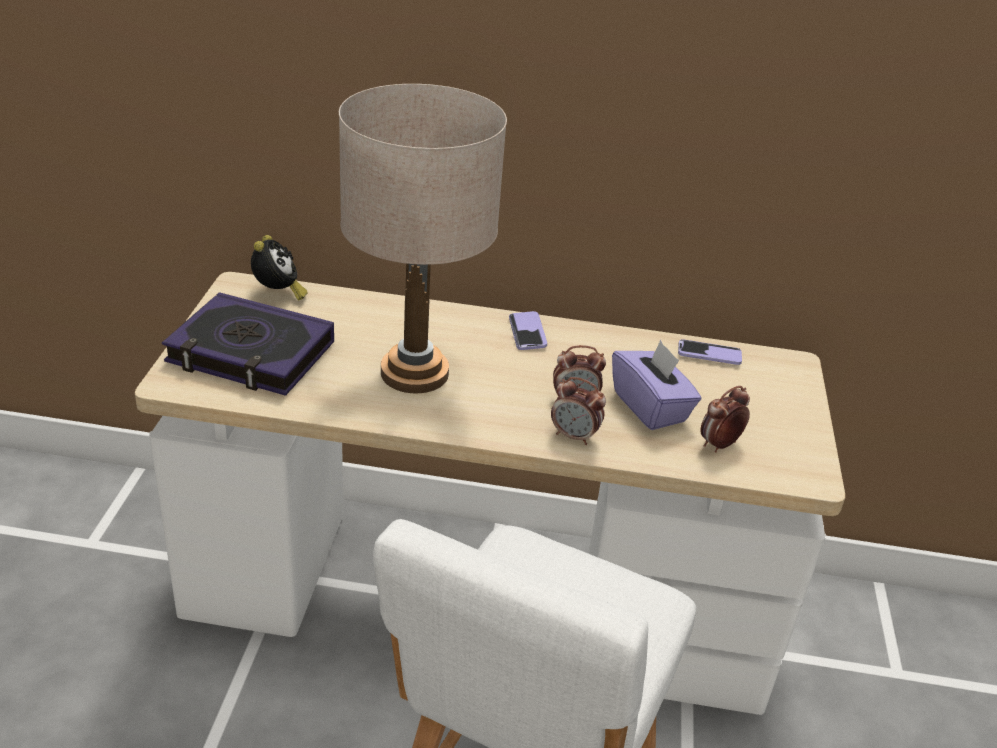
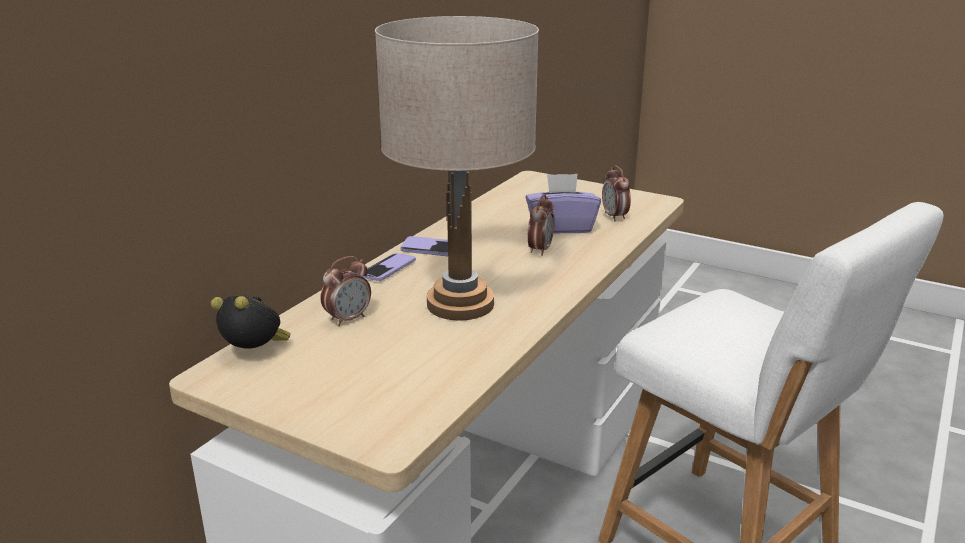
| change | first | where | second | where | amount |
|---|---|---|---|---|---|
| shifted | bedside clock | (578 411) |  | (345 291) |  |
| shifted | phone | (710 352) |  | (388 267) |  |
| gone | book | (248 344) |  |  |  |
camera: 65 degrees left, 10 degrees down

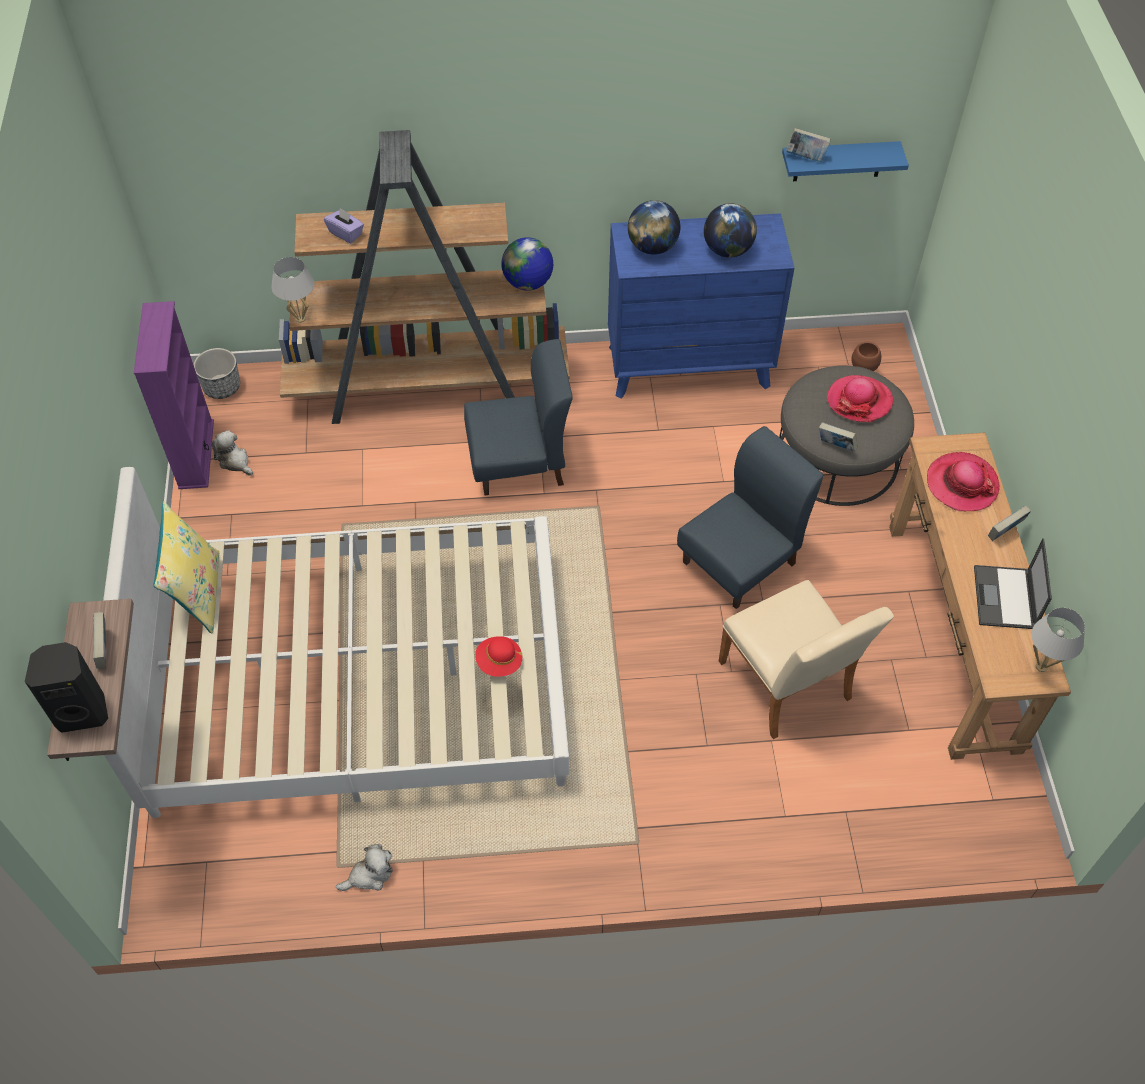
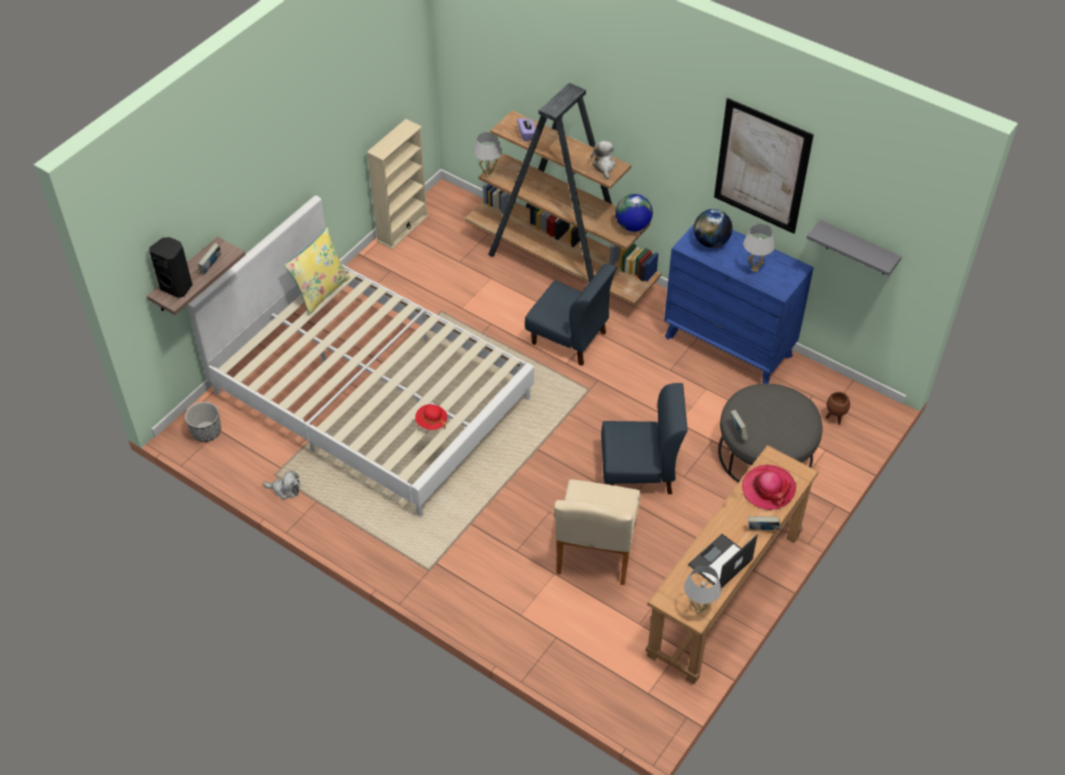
| change | first | where | second | where | amount |
|---|---|---|---|---|---|
| shifted | planter | (216 373) |  | (203 422) |  |
| repainted | purple bookcase | (174 395) | beige bookcase | (398 184) |  |
| shifted | cuddly toy | (232 453) |  | (603 160) |  |
| new |  |  | wall art | (764 166) |  |
| swapped | world globe | (730 230) | white table lamp | (759 248) |  |
| repainted | blue-coloured bracket shelf | (845 161) | grey bracket shelf | (854 248) |  |
| gone | book | (808 145) |  |  |  |
| gone | wearable hat | (860 398) |  |  |  |
camera: 40 degrees right, 5 degrees down

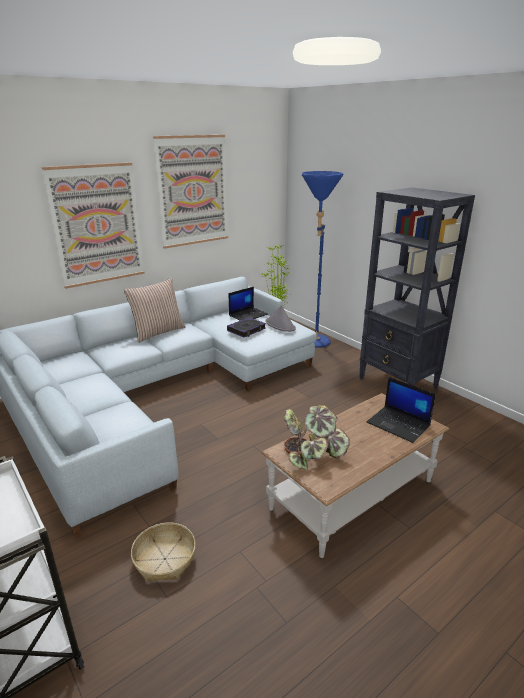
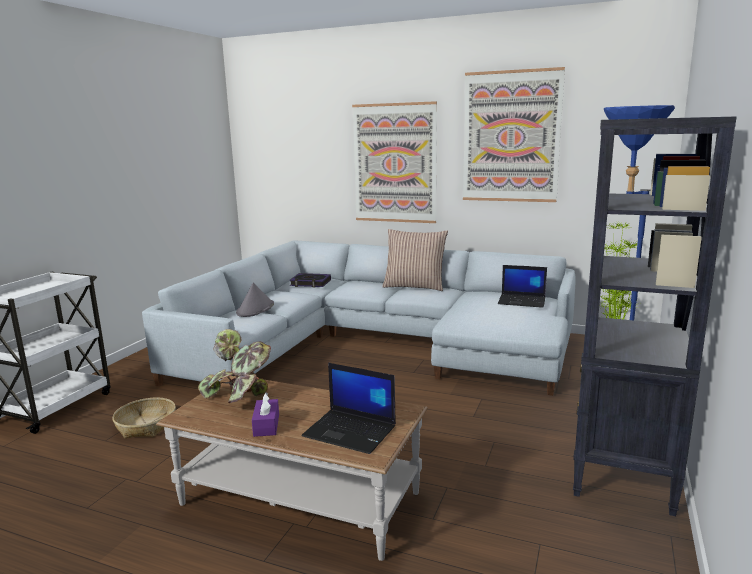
| change | first | where | second | where | amount |
|---|---|---|---|---|---|
| shifted | grey wearable hat | (281 318) |  | (255 300) |  |
| new |  |  | purple box of tissues | (265 414) |  |
| shifted | book | (246 327) |  | (310 280) |  |
| rotated | laptop | (401 410) |  | (349 408) | 75 degrees counterclockwise |
camera: 60 degrees right, 10 degrees down

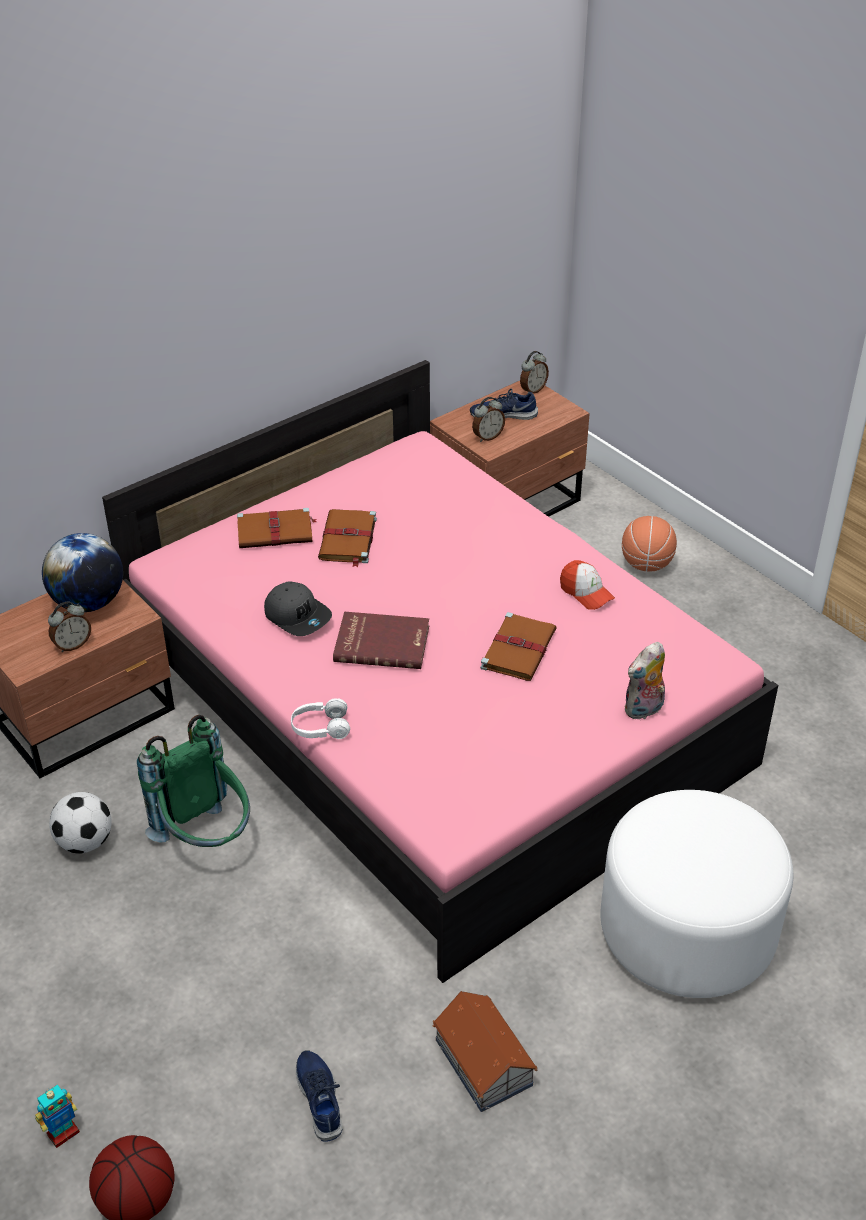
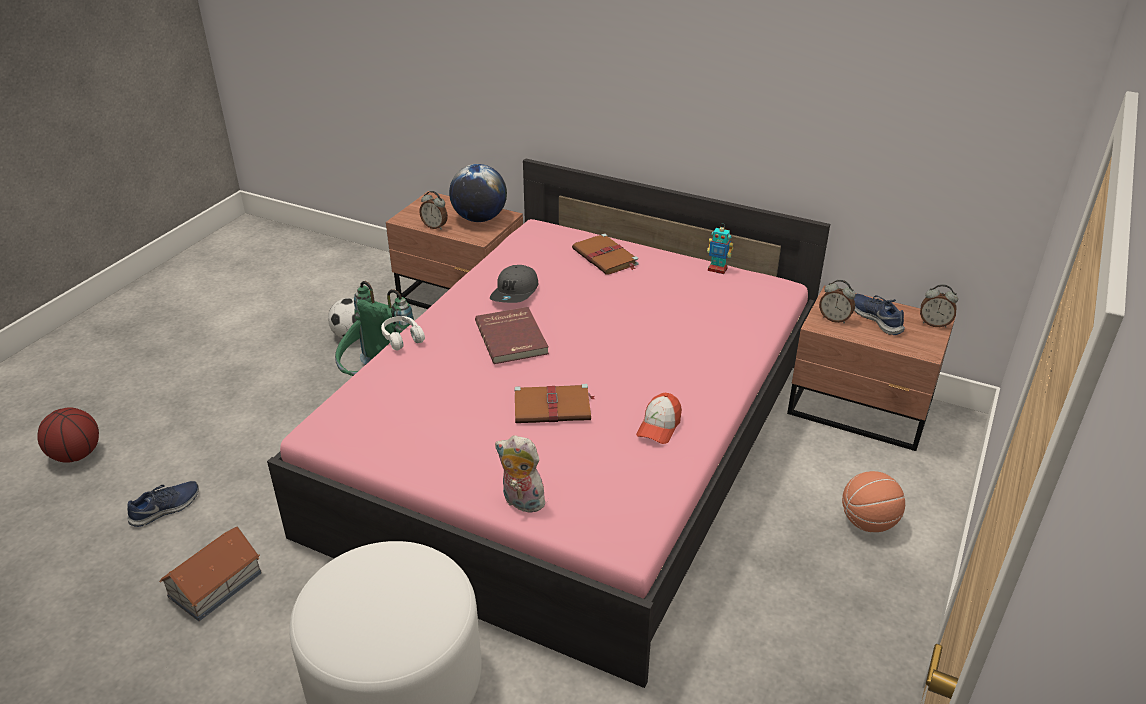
| change | first | where | second | where | amount |
|---|---|---|---|---|---|
| shifted | toy robot | (57 1116) |  | (720 249) |  |
| gone | brownish book | (347 538) |  |  |  |
camera: 65 degrees right, 5 degrees down

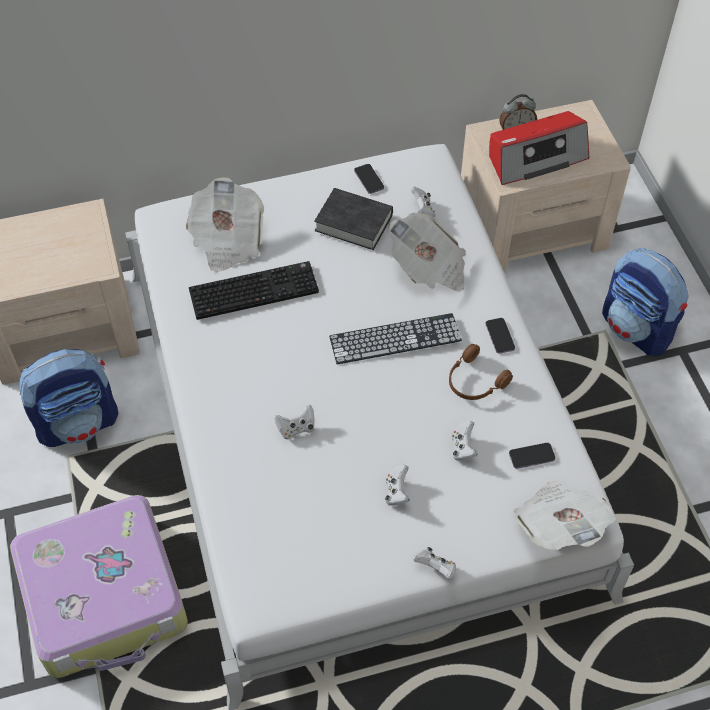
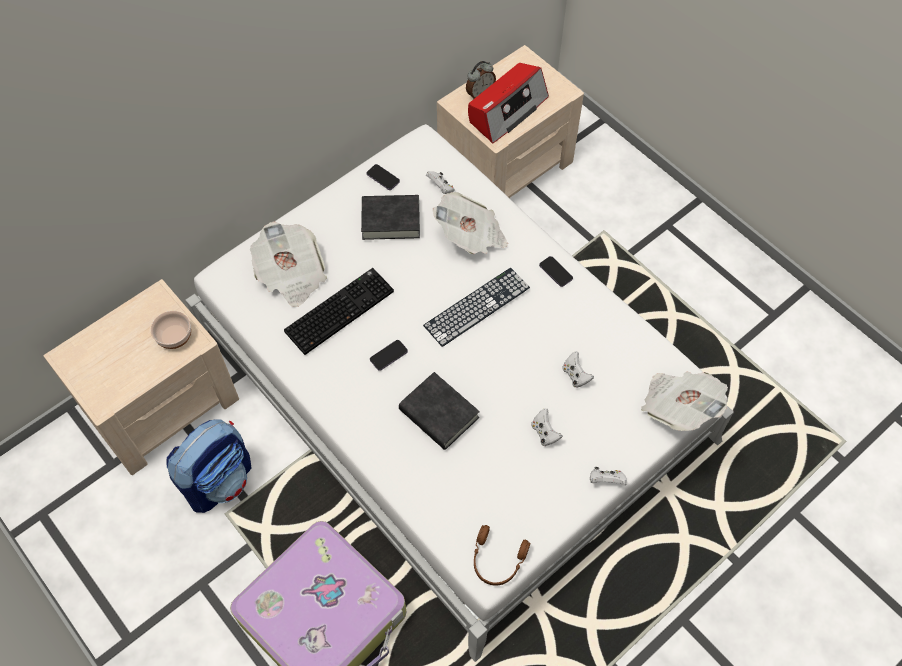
| change | first | where | second | where | amount |
|---|---|---|---|---|---|
| new |  |  | deep dish | (171 330) |  |
| shifted | phone | (532 456) |  | (389 355) |  |
| swapped | white joypad | (294 422) | black-coloured book | (439 411) |  |
| shifted | brownish headset | (481 372) |  | (502 555) |  |
| gone | backpack | (645 302) |  |  |  |
camera: 25 degrees left, 5 degrees up

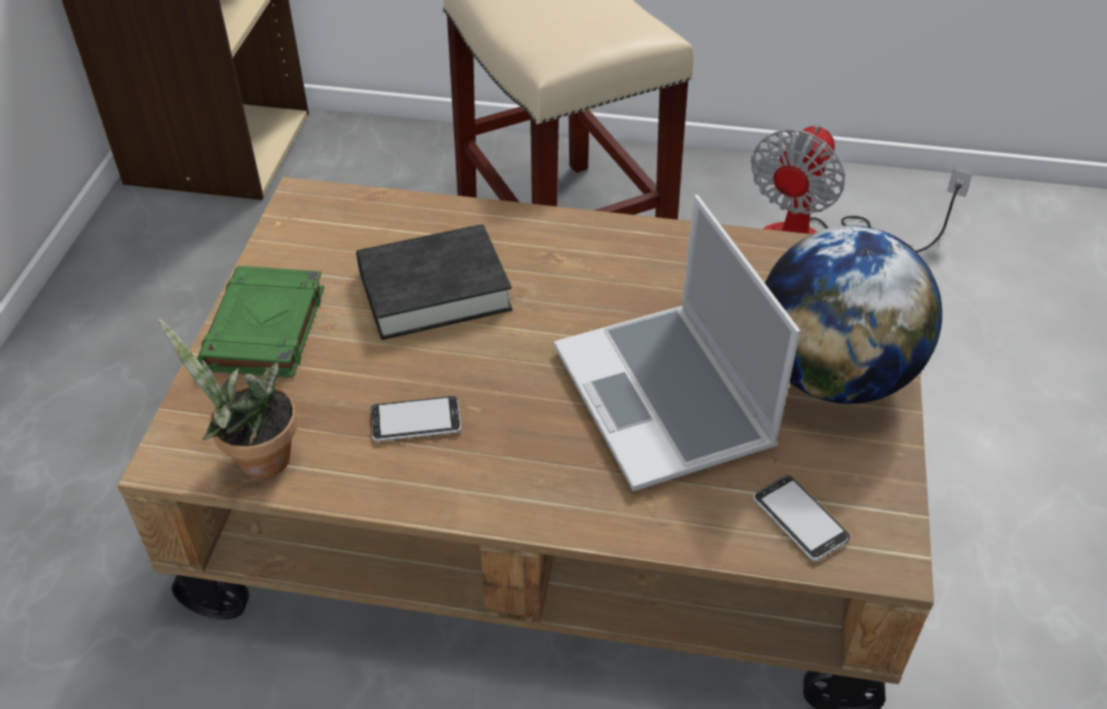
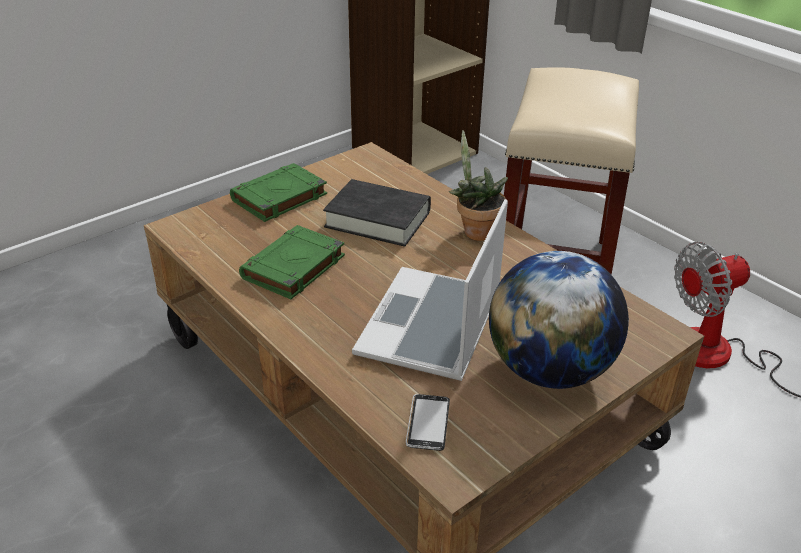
| change | first | where | second | where | amount |
|---|---|---|---|---|---|
| swapped | phone | (416 419) | green book | (292 262) |  |
| shifted | potted plant | (228 399) |  | (478 185) |  |
camera: 40 degrees right, 10 degrees down

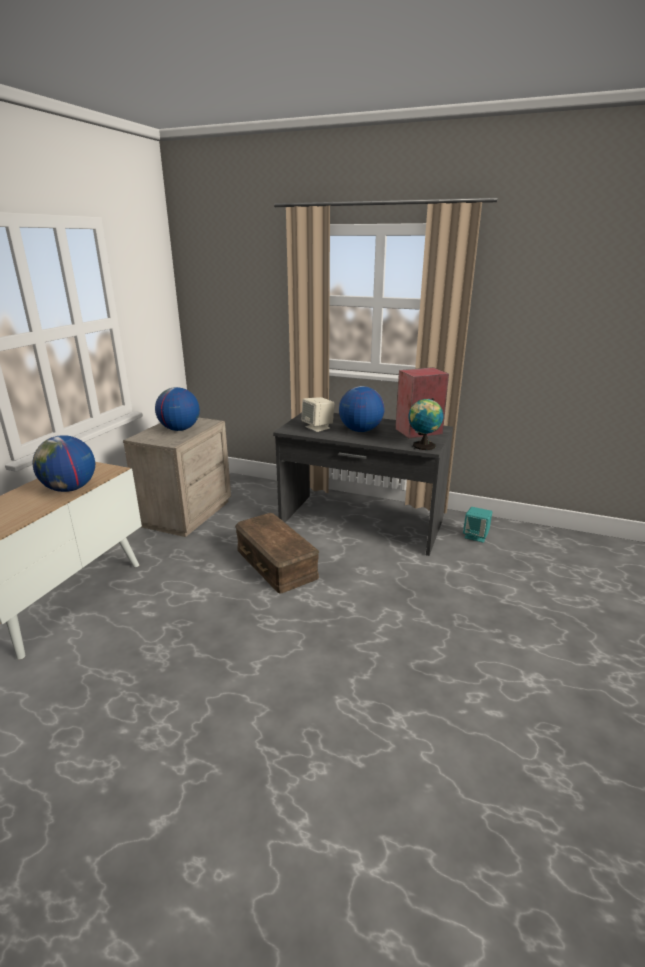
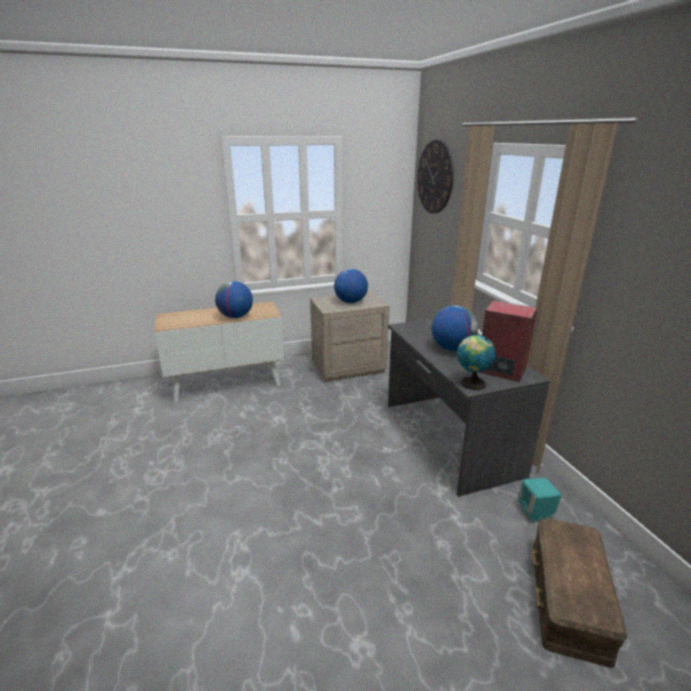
| change | first | where | second | where | amount |
|---|---|---|---|---|---|
| new |  |  | clock on the wall | (435 177) |  |
| shifted | brownish storage box | (277 553) |  | (579 593) |  |
| gone | beige speaker | (317 414) |  |  |  |
camera: 50 degrees right, 0 degrees up

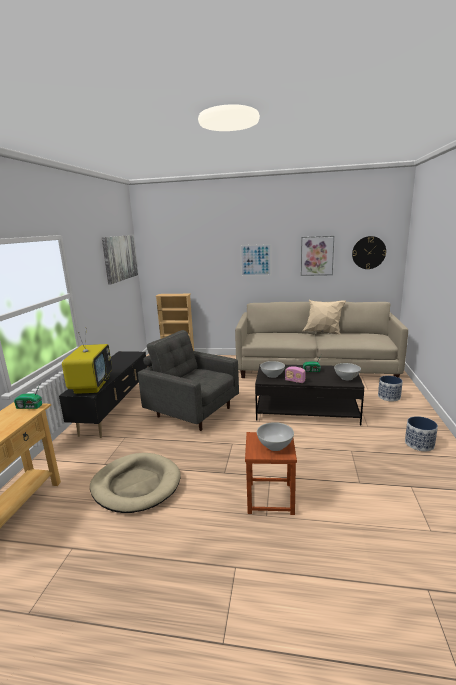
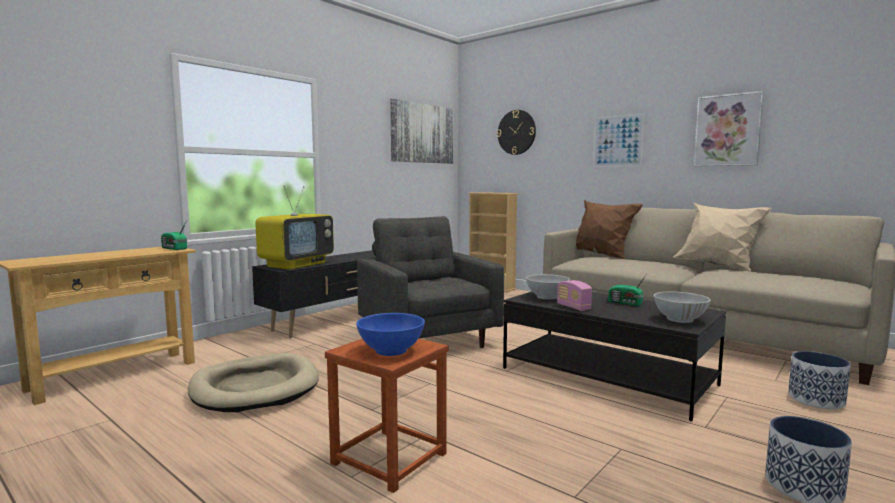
| change | first | where | second | where | amount |
|---|---|---|---|---|---|
| repainted | white deep dish | (275 436) | blue-coloured deep dish | (390 334) |  |
| shifted | clock on the wall | (369 252) |  | (516 132) |  |
| new |  |  | brownish cushion | (609 229) |  |
camera: 30 degrees right, 10 degrees down

